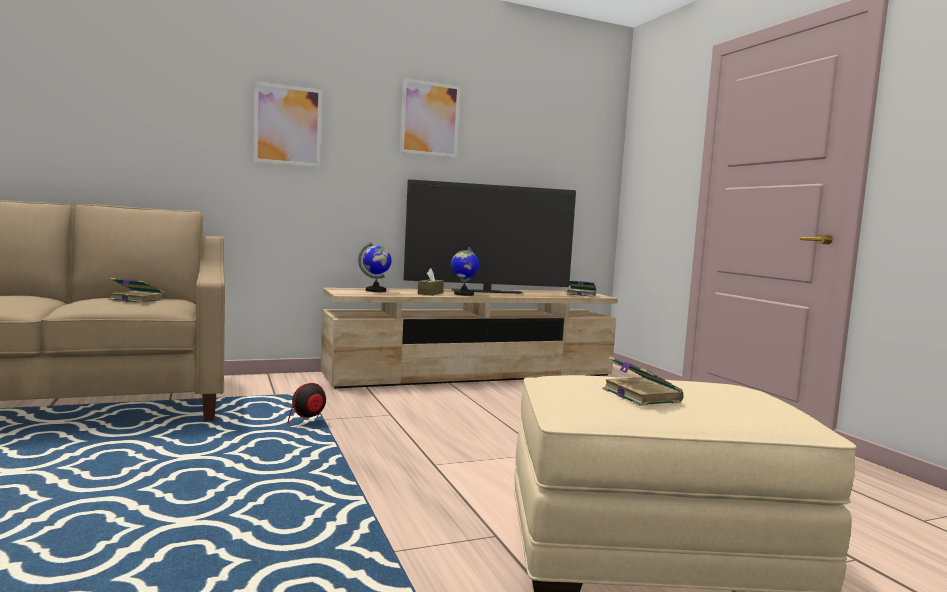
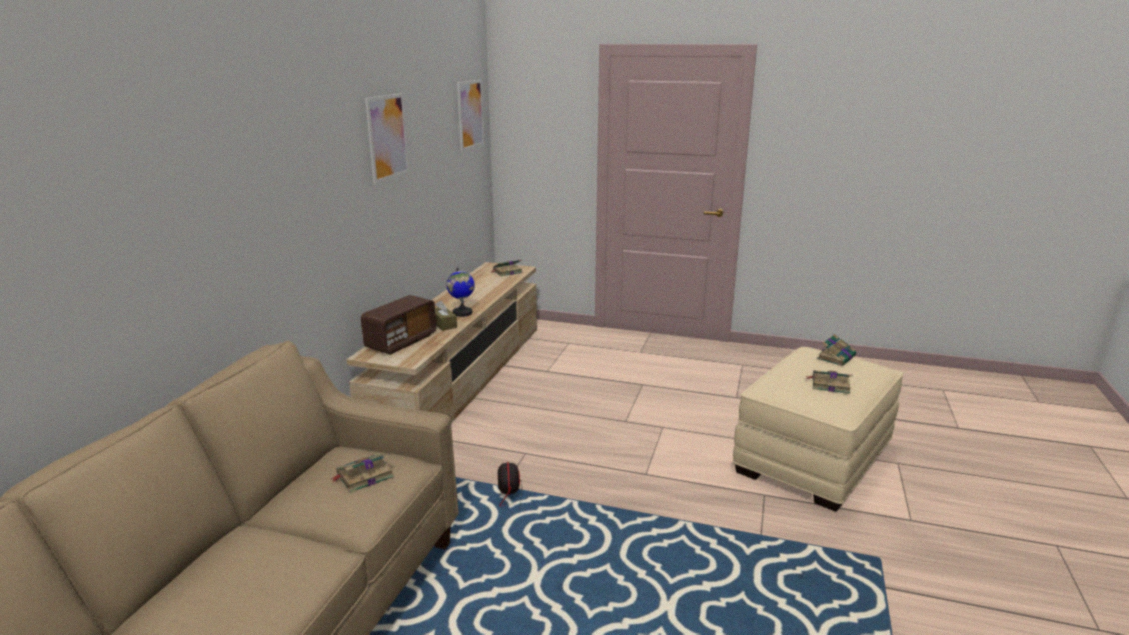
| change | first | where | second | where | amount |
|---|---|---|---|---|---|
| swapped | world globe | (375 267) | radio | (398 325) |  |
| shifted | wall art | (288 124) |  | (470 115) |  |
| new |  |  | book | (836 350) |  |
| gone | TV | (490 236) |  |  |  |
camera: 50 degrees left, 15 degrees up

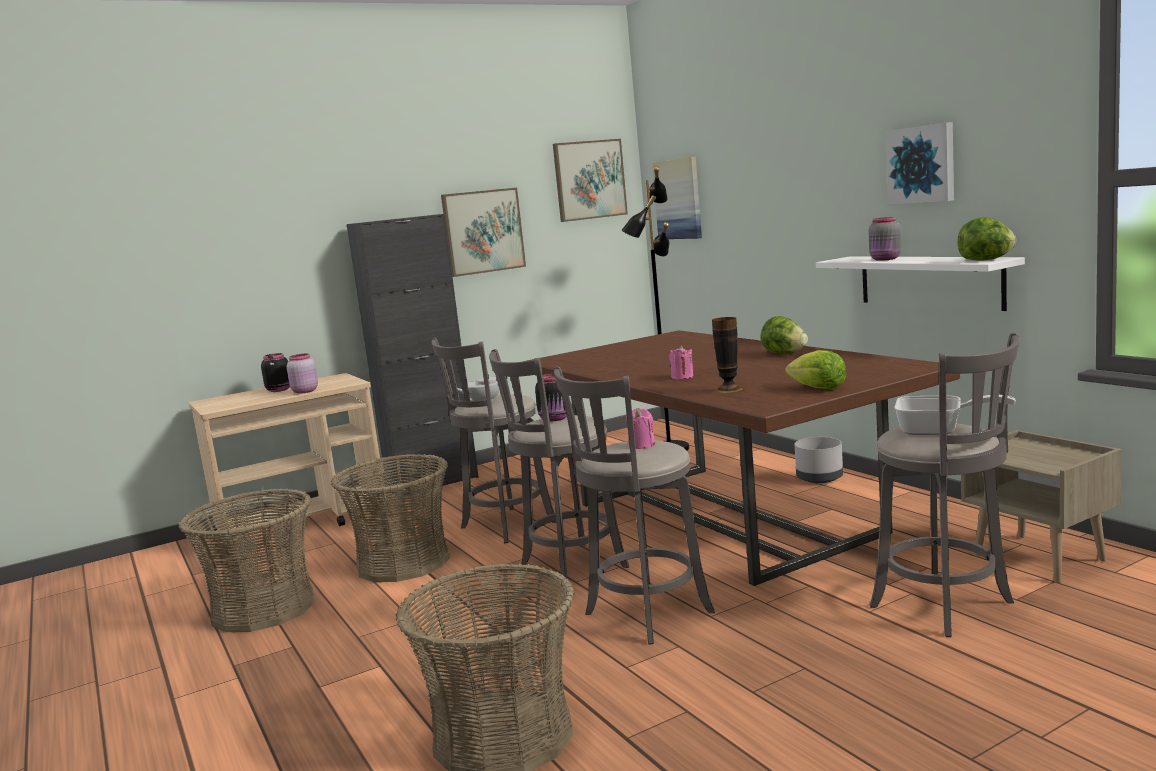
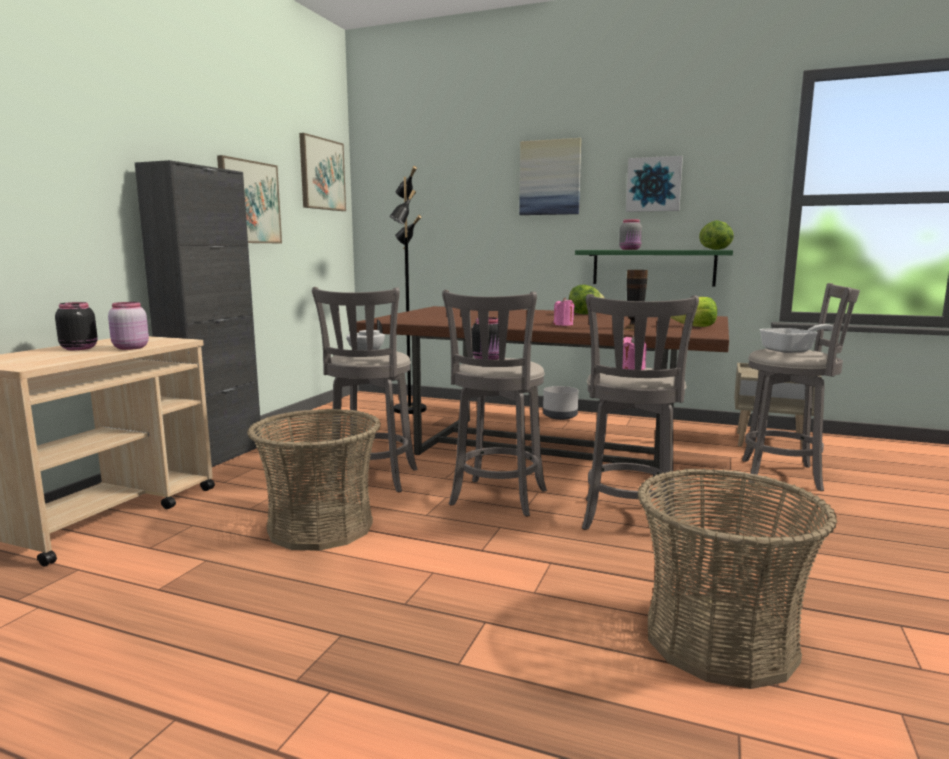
| change | first | where | second | where | amount |
|---|---|---|---|---|---|
| shifted | wall art | (677 198) |  | (550 176) |  |
| repainted | white bracket shelf | (920 283) | green bracket shelf | (654 268) |  |
| gone | basket | (247 560) |  |  |  |
camera: 40 degrees left, 0 degrees up

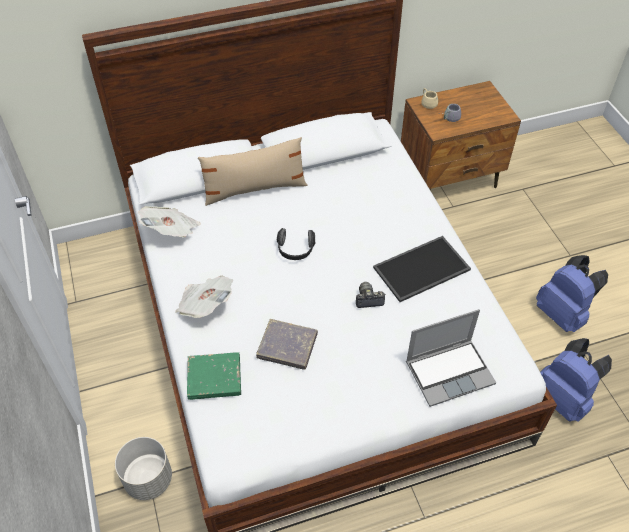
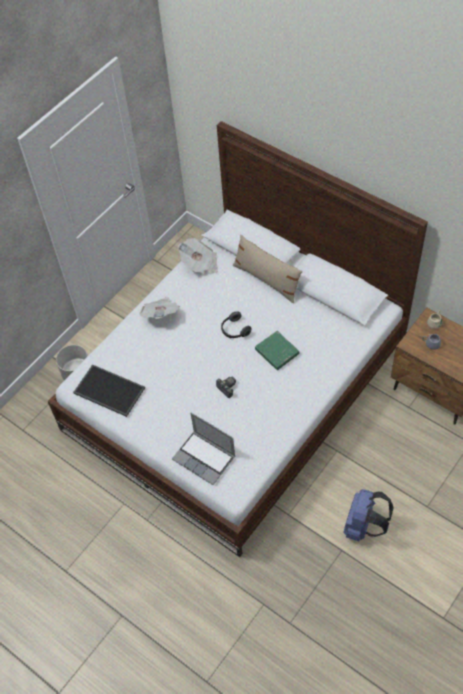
| change | first | where | second | where | amount |
|---|---|---|---|---|---|
| shifted | carrying tray | (422 269) |  | (109 390) |  |
| shifted | green book | (214 376) |  | (277 350) |  |
| gone | grey book | (287 344) |  |  |  |
| gone | blue-coloured backpack | (576 380) |  |  |  |
camera: 60 degrees right, 5 degrees up

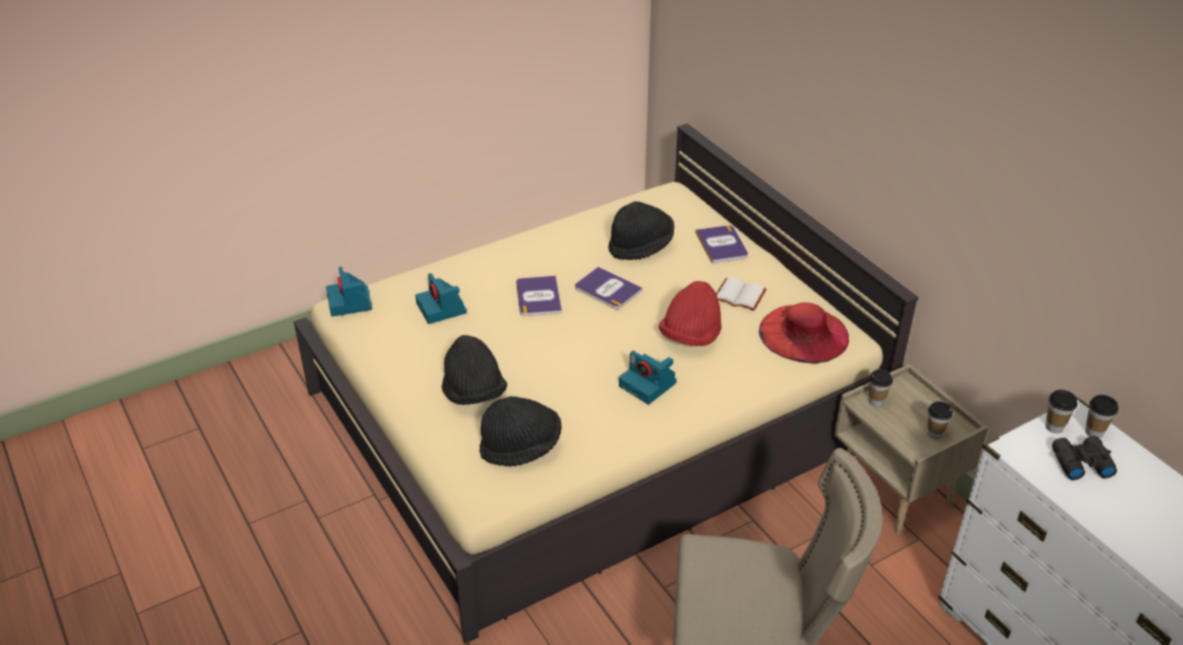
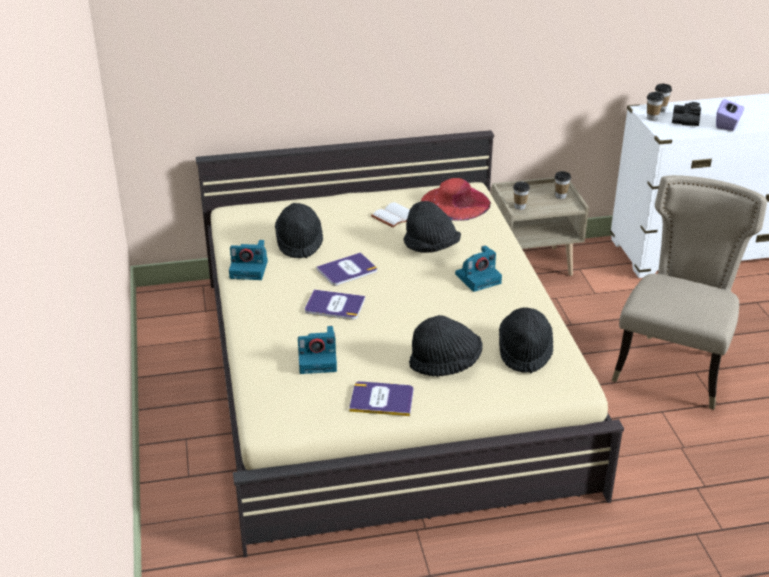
| change | first | where | second | where | amount |
|---|---|---|---|---|---|
| shifted | still camera | (349 292) |  | (248 260) |  |
| shifted | book | (721 244) |  | (381 398) |  |
| repainted | red wearable hat | (690 313) | black-coloured wearable hat | (432 227) |  |
| new |  |  | purple box of tissues | (730 115) |  |
camera: 70 degrees left, 5 degrees down

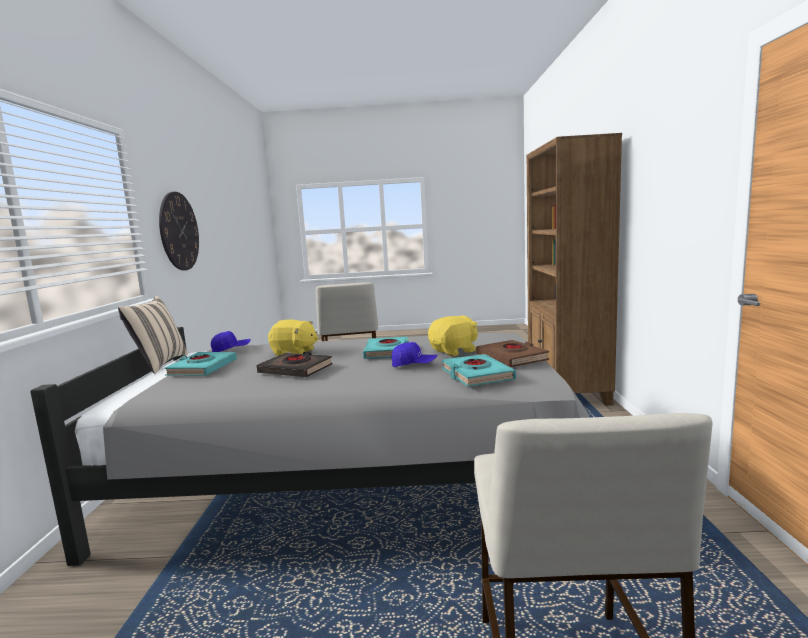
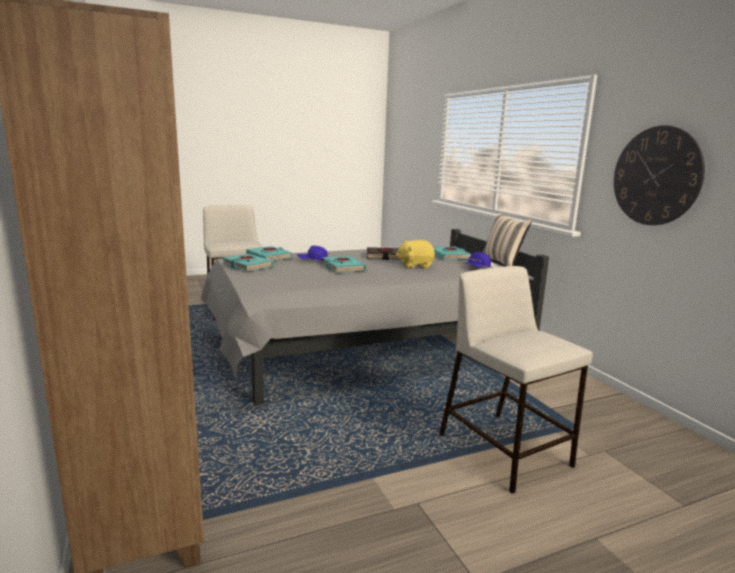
| change | first | where | second | where | amount |
|---|---|---|---|---|---|
| repainted | brownish book | (512 353) | blue-green book | (248 262) |  |
| gone | yellow-coloured cuddly toy | (453 336) |  |  |  |
camera: 155 degrees right, 5 degrees up

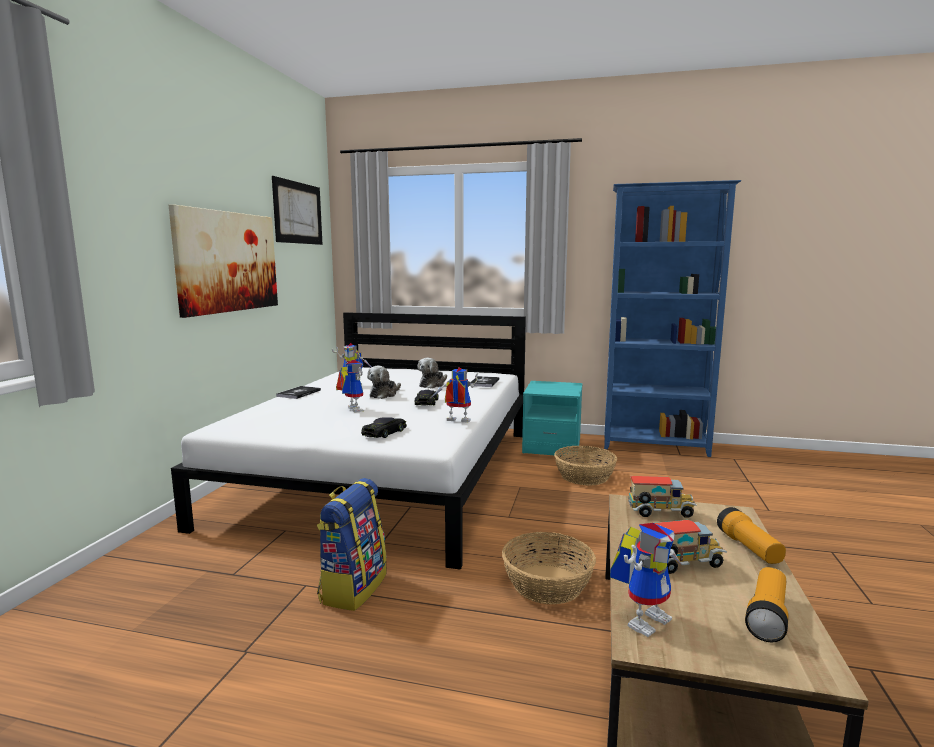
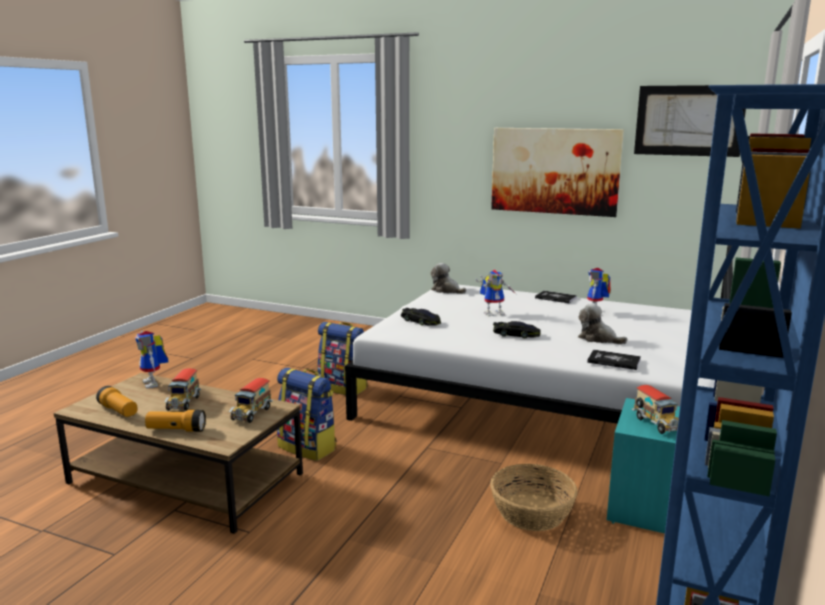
| change | first | where | second | where | amount |
|---|---|---|---|---|---|
| swapped | basket | (549 568) | backpack | (307 414) |  |
| shifted | cuddly toy | (384 382) |  | (448 278) |  |
| new |  |  | model truck | (655 409) |  |
| gone | toy robot | (458 395) |  |  |  |
camera: 100 degrees right, 5 degrees up

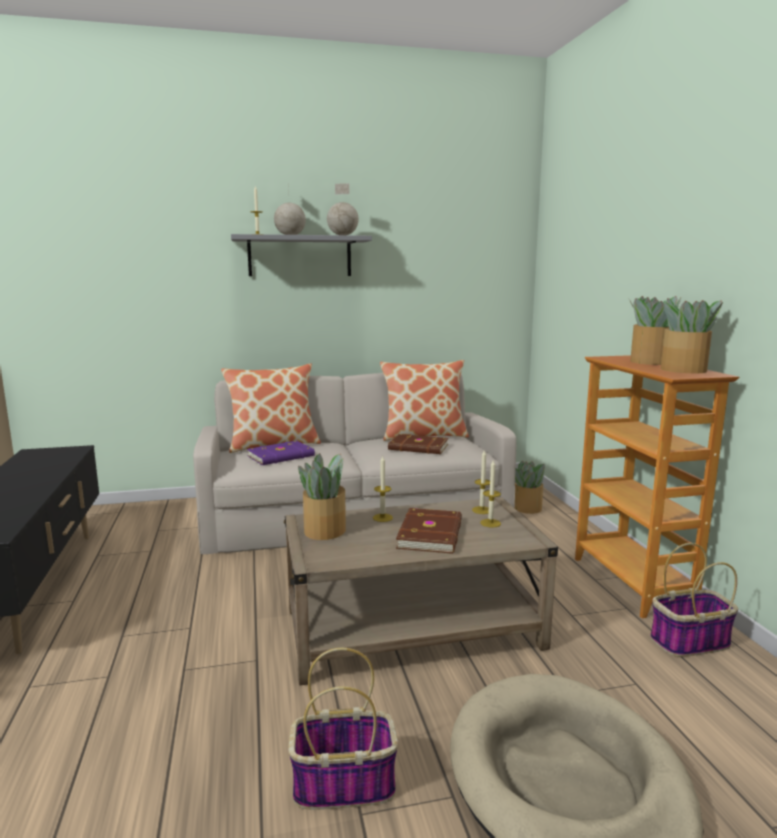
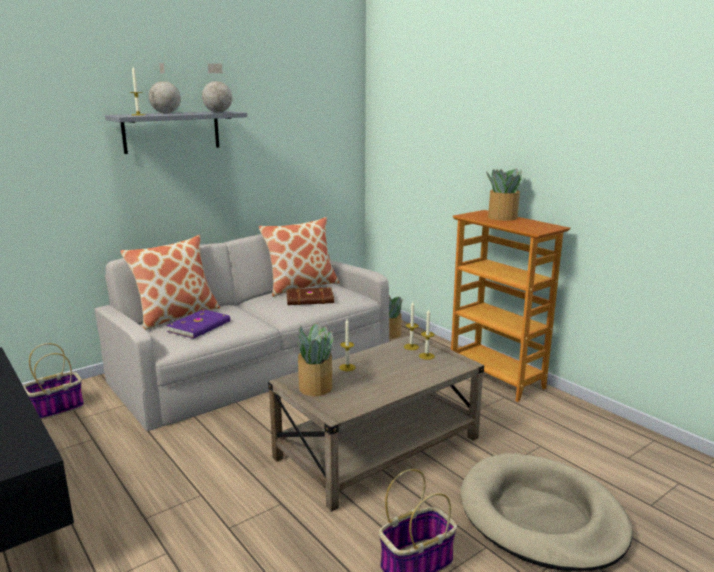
| change | first | where | second | where | amount |
|---|---|---|---|---|---|
| shifted | basket | (694 600) |  | (53 381) |  |
| gone | brownish book | (429 531) |  |  |  |
| gone | potted plant | (692 335) |  |  |  |
camera: 25 degrees left, 5 degrees up

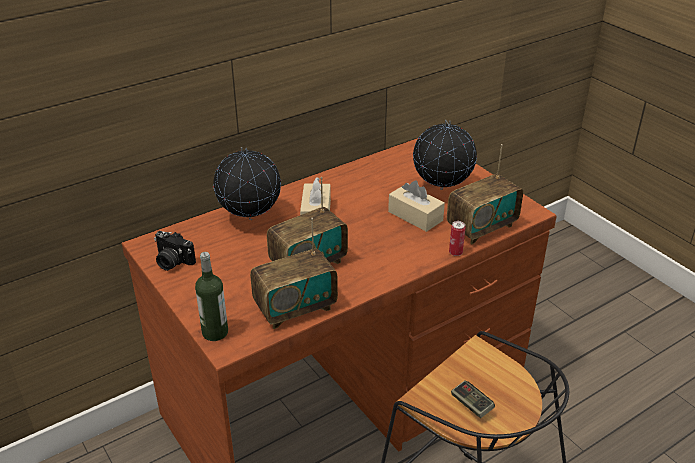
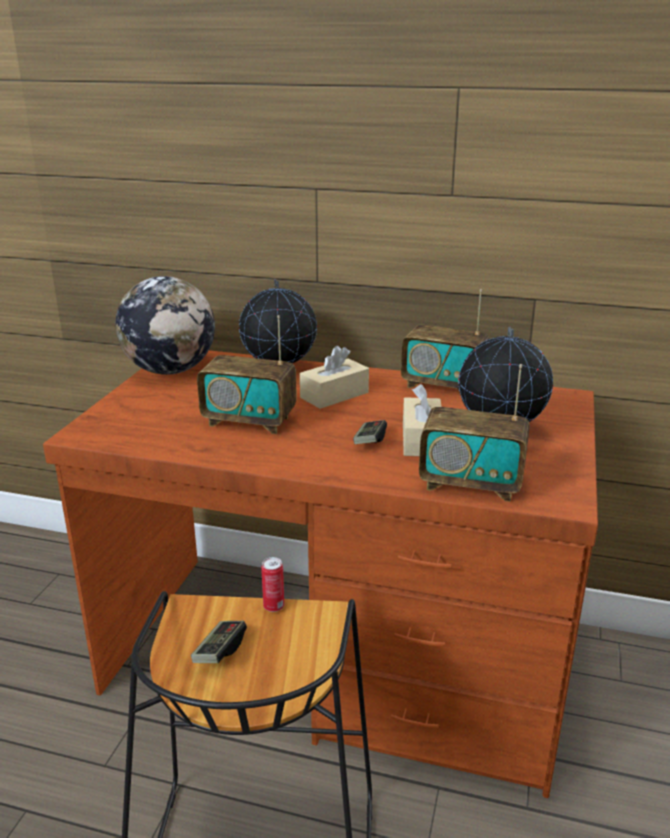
| change | first | where | second | where | amount |
|---|---|---|---|---|---|
| swapped | still camera | (175 251) | world globe | (165 325) |  |
| shifted | metal can | (457 238) |  | (272 584) |  |
| new |  |  | joypad | (370 432) |  |
| shifted | radio | (294 273) |  | (445 339) |  |
| gone | bottle | (211 296) |  |  |  |
camera: 50 degrees right, 10 degrees down

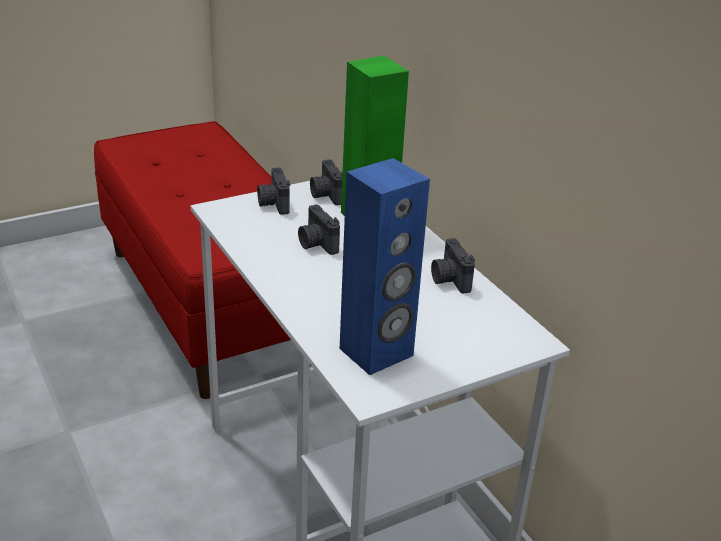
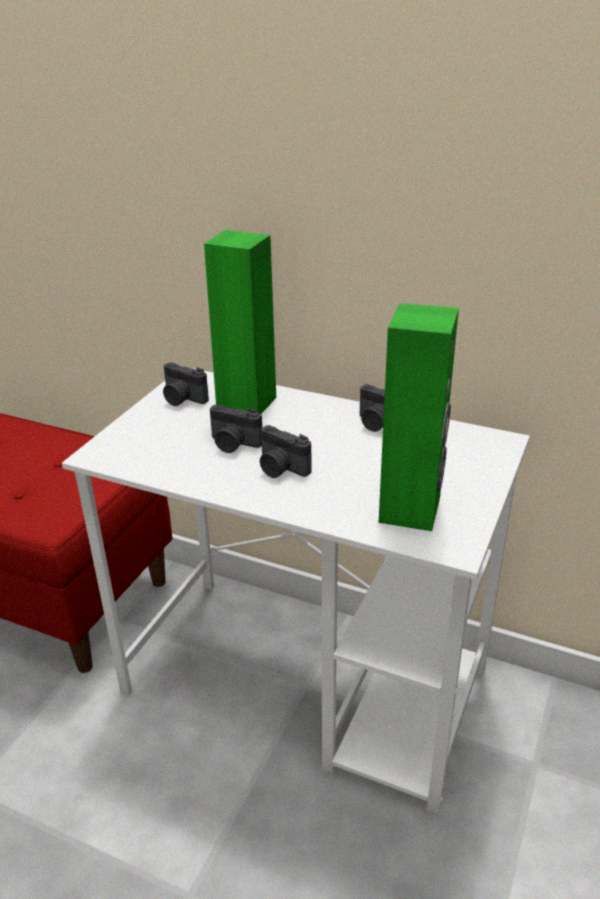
| change | first | where | second | where | amount |
|---|---|---|---|---|---|
| shifted | still camera | (273 191) |  | (286 451) |  |
| repainted | blue-coloured speaker | (385 266) | green speaker | (419 417) |  |
camera: 35 degrees left, 0 degrees up

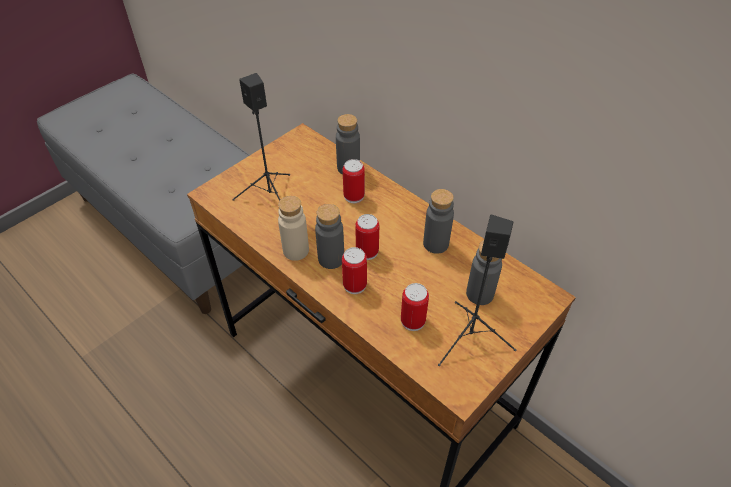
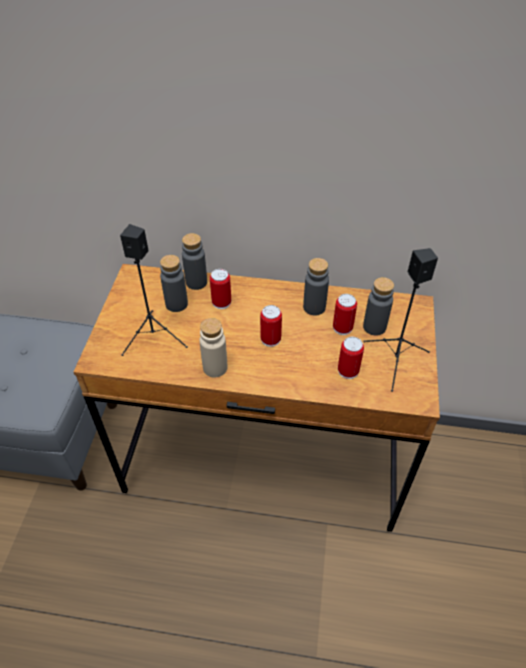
| change | first | where | second | where | amount |
|---|---|---|---|---|---|
| shifted | grey bottle | (329 236) |  | (174 283) |  |
| shifted | metal can | (354 270) |  | (345 314) |  |
camera: 35 degrees left, 0 degrees up

